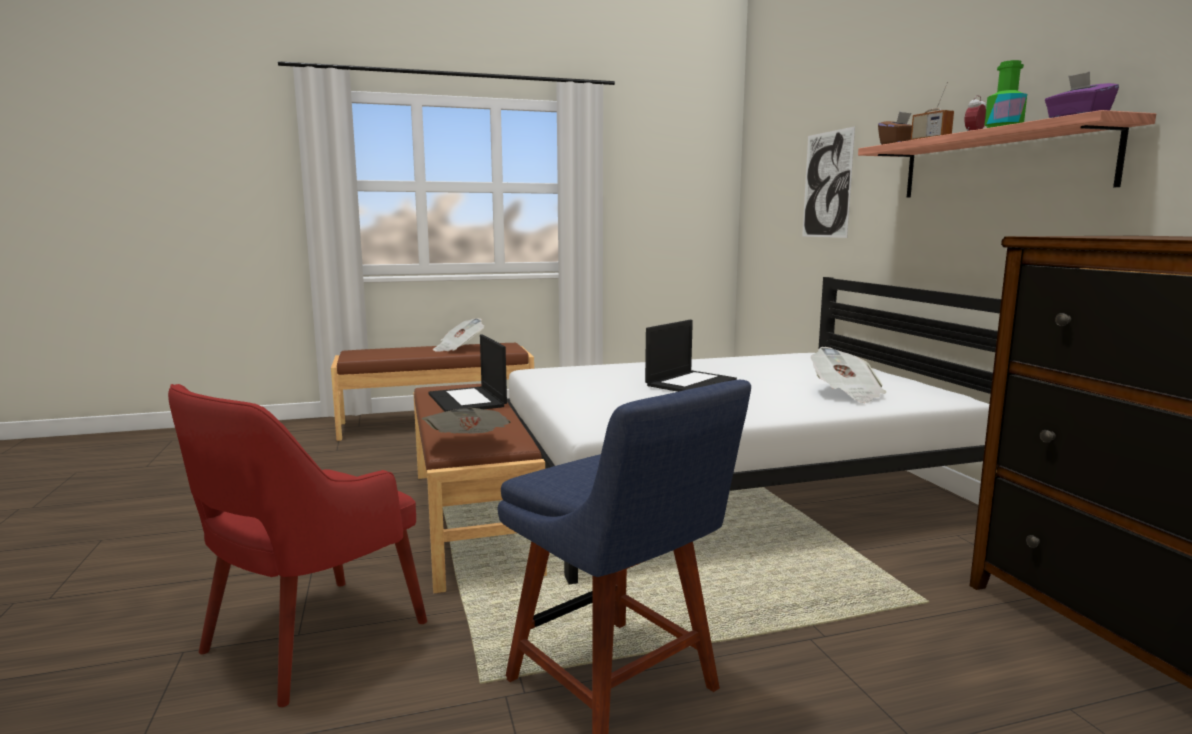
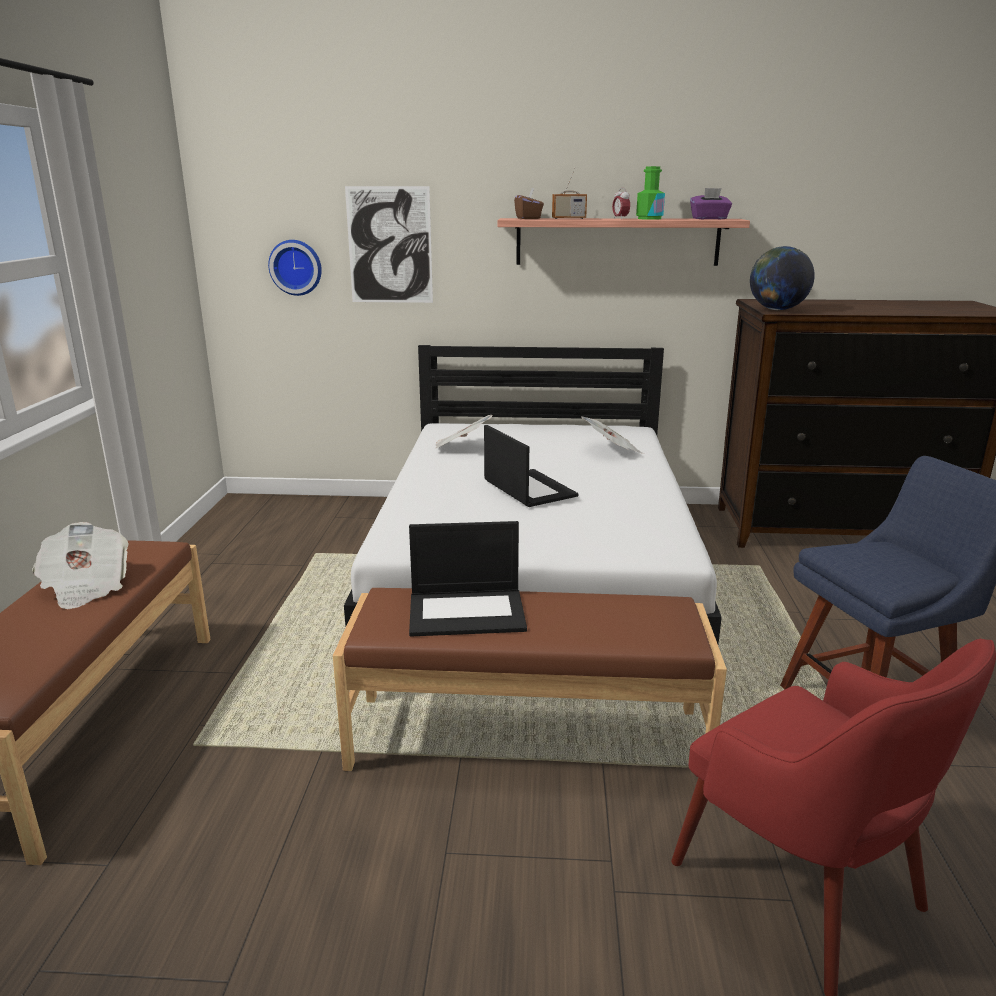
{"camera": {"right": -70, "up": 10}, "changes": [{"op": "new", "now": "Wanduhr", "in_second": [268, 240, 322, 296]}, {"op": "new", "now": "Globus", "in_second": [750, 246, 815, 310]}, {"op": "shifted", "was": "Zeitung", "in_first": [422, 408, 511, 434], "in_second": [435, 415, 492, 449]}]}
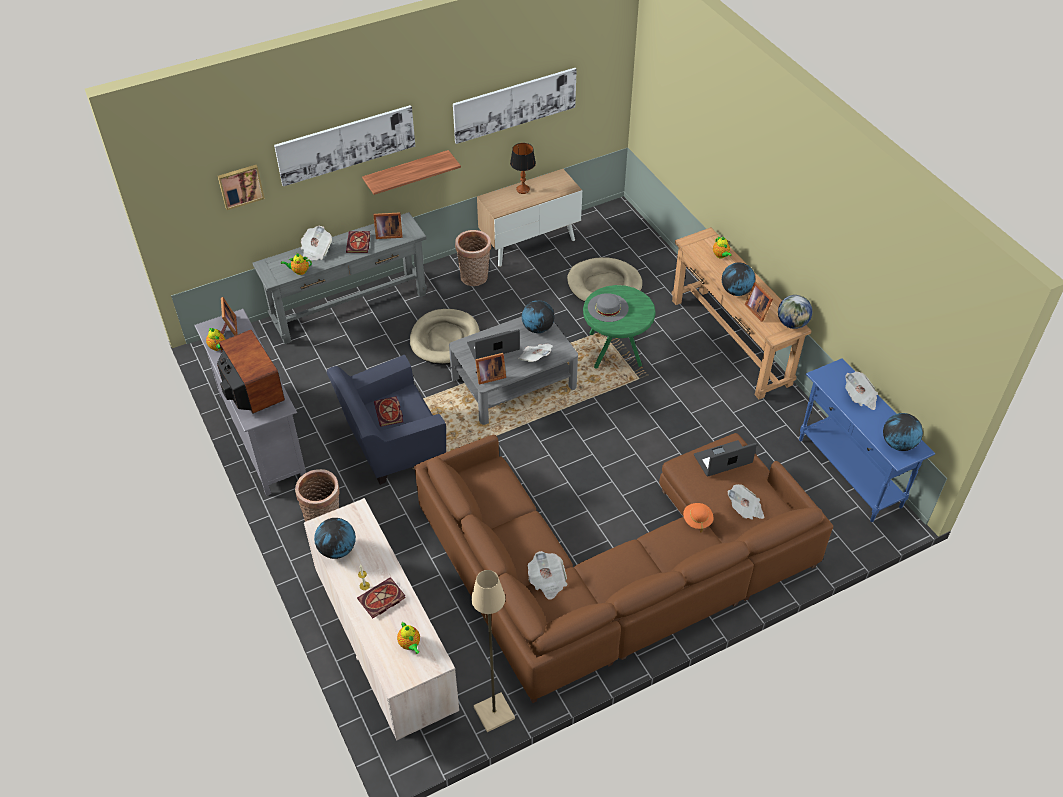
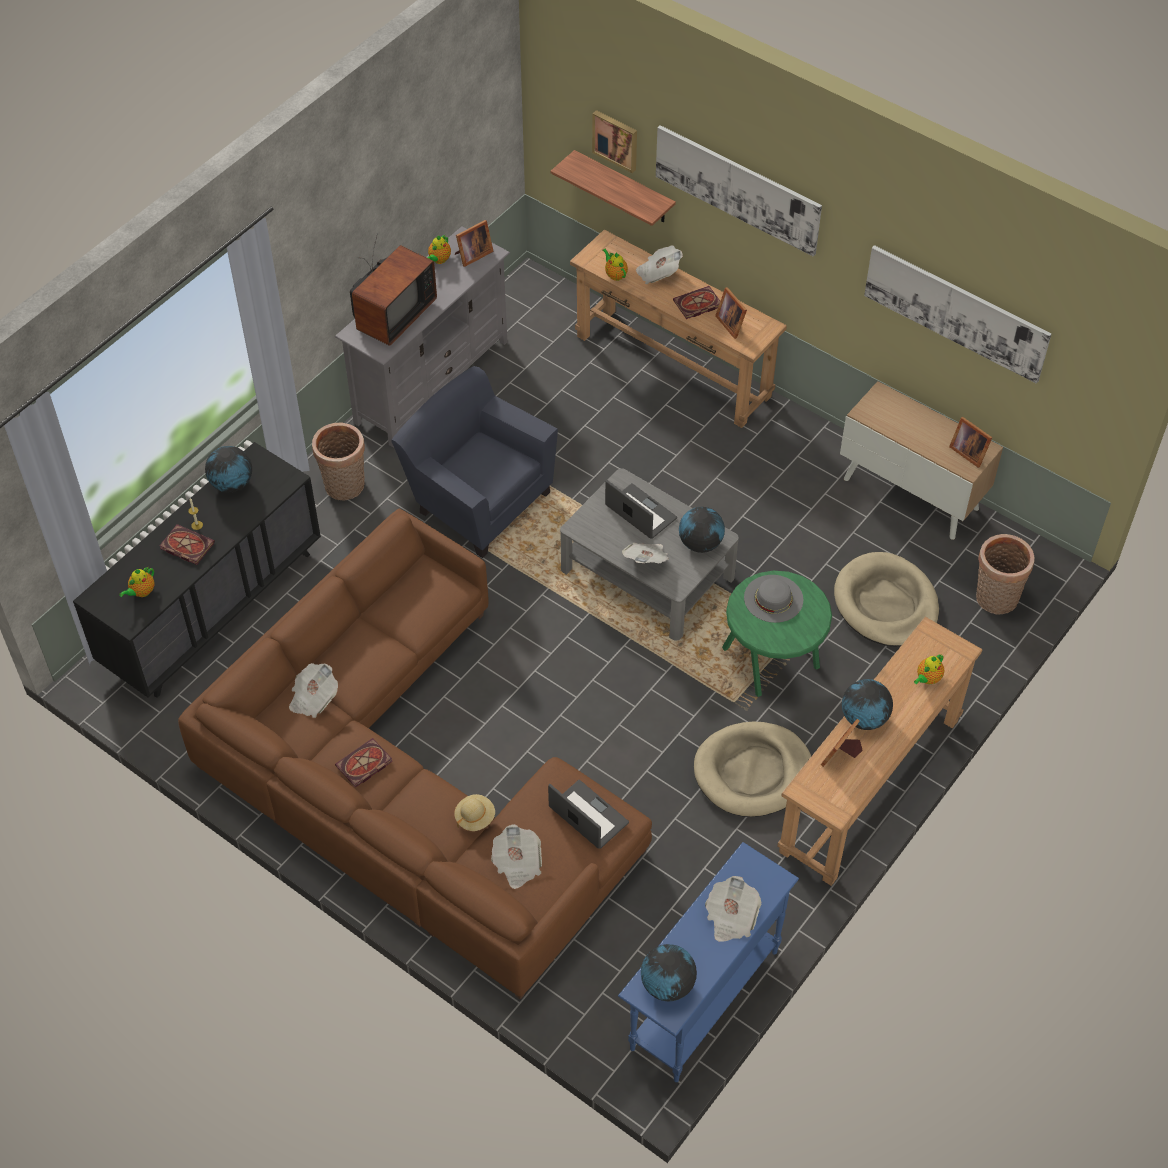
{"camera": {"right": 65, "up": 5}, "changes": [{"op": "gone", "was": "Stehlampe/beige", "in_first": [471, 570, 515, 732]}, {"op": "gone", "was": "Tischlampe", "in_first": [510, 143, 536, 194]}, {"op": "gone", "was": "Globus", "in_first": [778, 295, 812, 329]}, {"op": "shifted", "was": "Wandregal", "in_first": [362, 150, 461, 195], "in_second": [550, 150, 676, 226]}, {"op": "shifted", "was": "Buch", "in_first": [374, 396, 403, 427], "in_second": [335, 738, 393, 787]}, {"op": "shifted", "was": "Hundebett/beige", "in_first": [410, 309, 480, 365], "in_second": [694, 722, 811, 817]}, {"op": "shifted", "was": "Korb", "in_first": [455, 230, 491, 286], "in_second": [976, 534, 1035, 615]}, {"op": "shifted", "was": "Bilderrahmen", "in_first": [475, 353, 506, 385], "in_second": [949, 417, 992, 468]}, {"op": "repainted", "was": "Konsolentisch/grau", "now": "Konsolentisch/braun", "in_first": [253, 212, 427, 344], "in_second": [570, 230, 787, 428]}, {"op": "repainted", "was": "Kommode/beige", "now": "Kommode/schwarz", "in_first": [304, 498, 459, 740], "in_second": [73, 442, 321, 698]}, {"op": "repainted", "was": "Hut/orange", "now": "Hut/beige", "in_first": [683, 503, 714, 533], "in_second": [454, 794, 495, 831]}]}
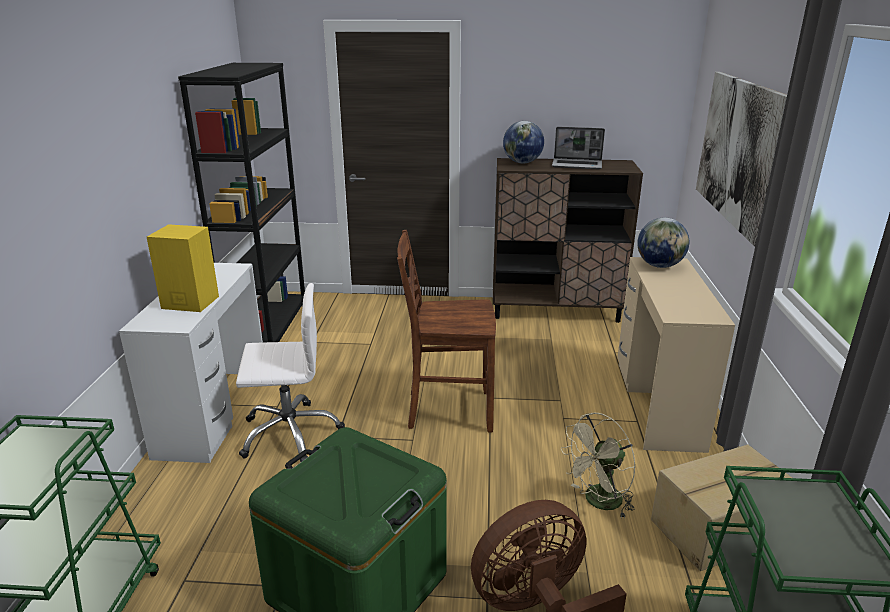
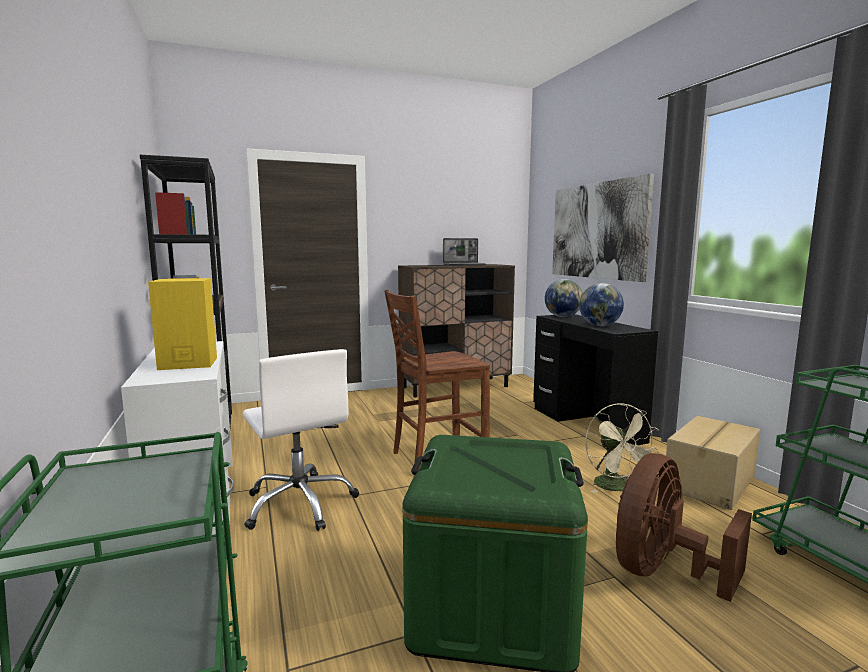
{"camera": {"right": -25, "up": -15}, "changes": [{"op": "shifted", "was": "Globus", "in_first": [503, 121, 544, 164], "in_second": [579, 283, 624, 326]}, {"op": "repainted", "was": "Schreibtisch/beige", "now": "Schreibtisch/schwarz", "in_first": [617, 257, 735, 453], "in_second": [533, 314, 658, 449]}, {"op": "rotated", "was": "Bürostuhl/weiß", "in_first": [236, 283, 345, 462], "in_second": [243, 349, 359, 531], "clockwise": 90}, {"op": "rotated", "was": "Ventilator/beige", "in_first": [561, 413, 636, 519], "in_second": [585, 403, 659, 493], "clockwise": -45}]}
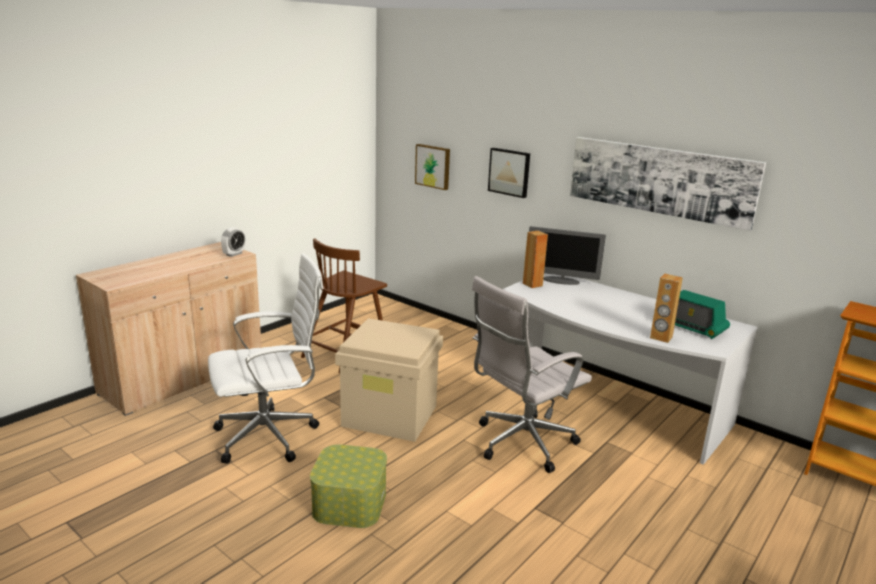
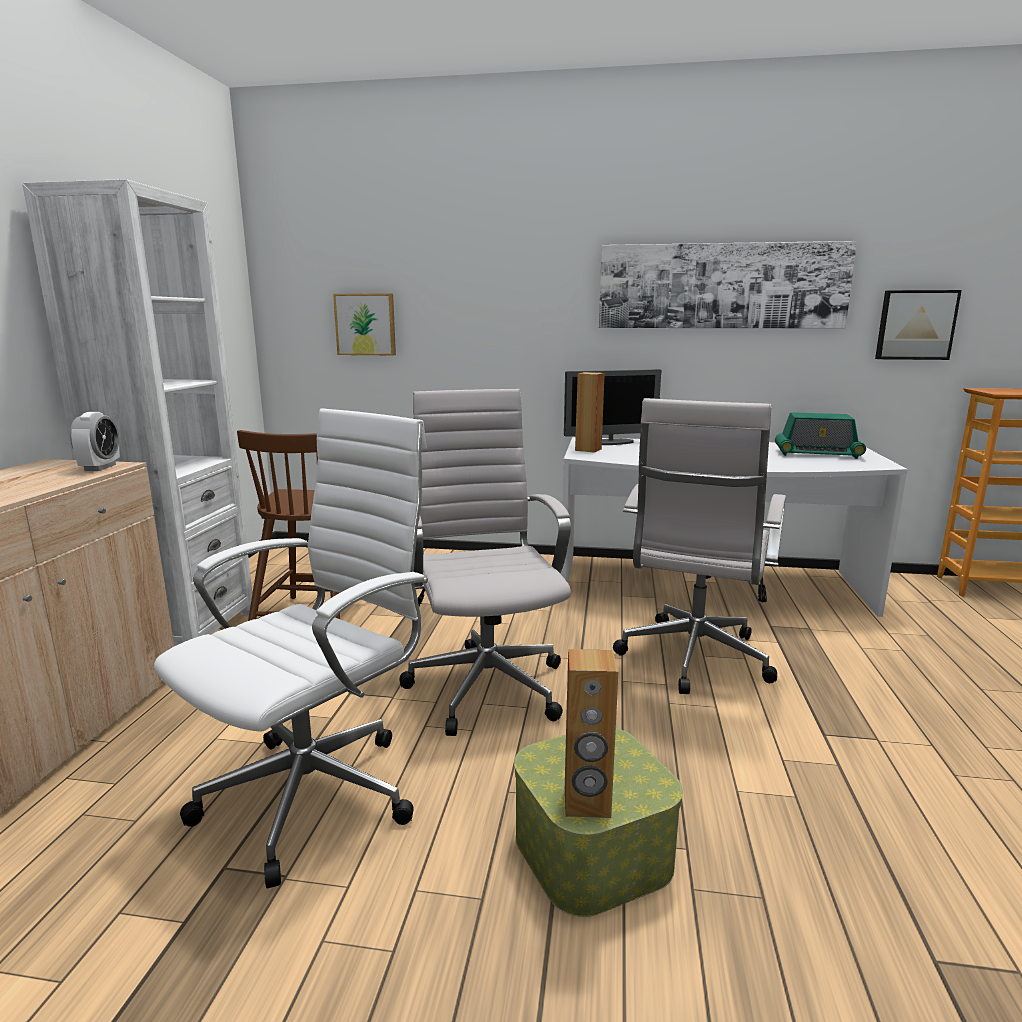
{"camera": {"right": -30, "up": -5}, "changes": [{"op": "new", "now": "Bücherregal/weiß", "in_second": [22, 179, 252, 646]}, {"op": "shifted", "was": "Bild", "in_first": [488, 148, 530, 198], "in_second": [875, 290, 962, 360]}, {"op": "shifted", "was": "Lautsprecher/braun", "in_first": [650, 274, 683, 343], "in_second": [565, 649, 619, 818]}, {"op": "swapped", "was": "Aufbewahrungsbox/beige", "now": "Bürostuhl/weiß", "in_first": [335, 318, 443, 442], "in_second": [399, 389, 571, 736]}]}
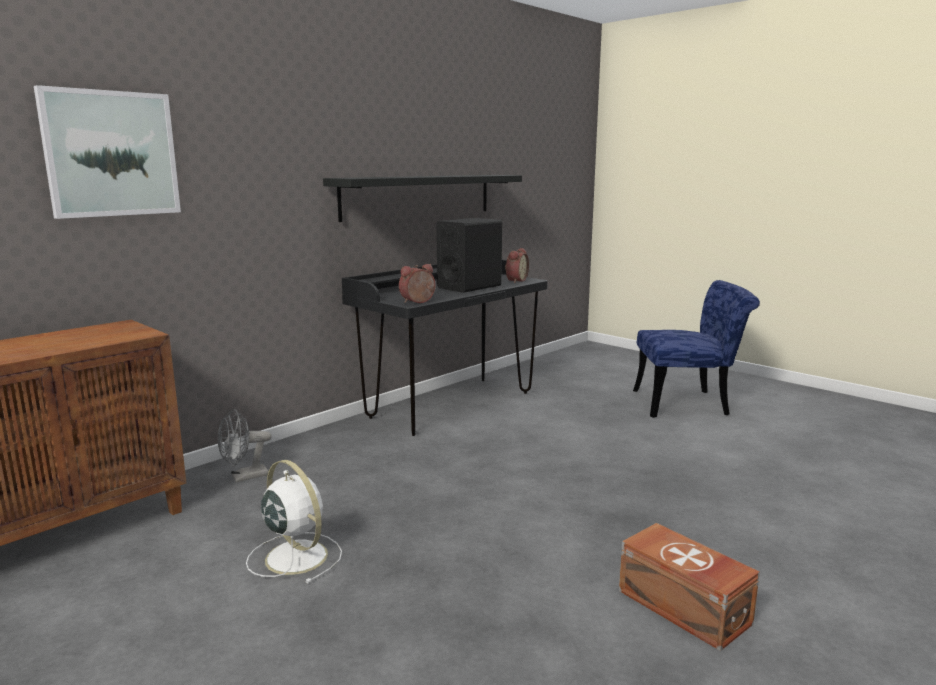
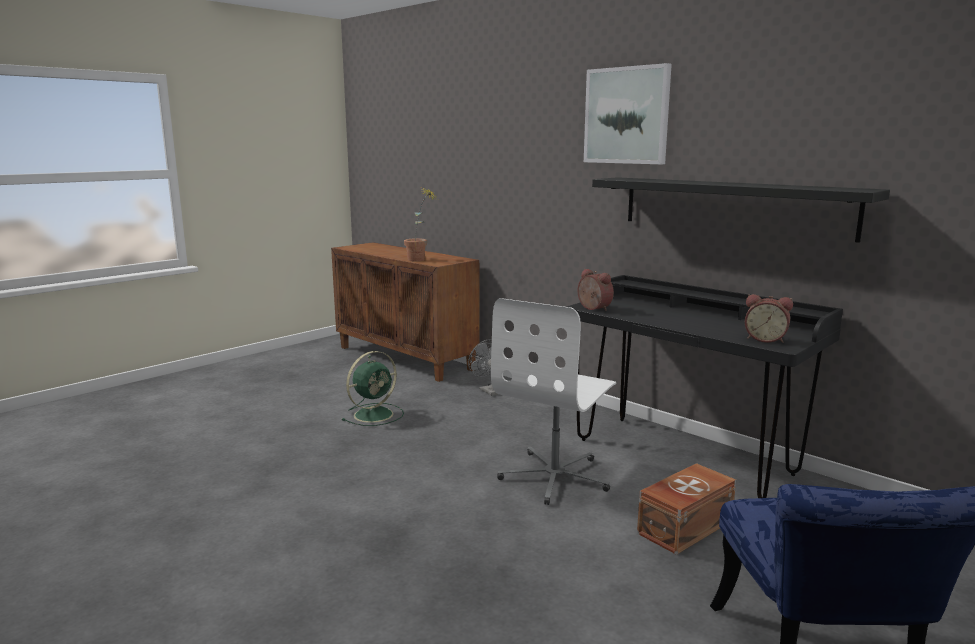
{"camera": {"right": 90, "up": 0}, "changes": [{"op": "gone", "was": "Lautsprecher/schwarz", "in_first": [436, 218, 502, 293]}, {"op": "new", "now": "Topfpflanze", "in_second": [404, 188, 438, 261]}, {"op": "new", "now": "Bürostuhl/weiß", "in_second": [491, 298, 616, 505]}, {"op": "shifted", "was": "Bild", "in_first": [34, 85, 181, 219], "in_second": [584, 63, 672, 164]}, {"op": "shifted", "was": "Aufbewahrungsbox/braun", "in_first": [619, 523, 760, 651], "in_second": [637, 463, 736, 555]}, {"op": "repainted", "was": "Ventilator/weiß", "now": "Ventilator/grün", "in_first": [246, 460, 342, 584], "in_second": [342, 351, 404, 426]}]}
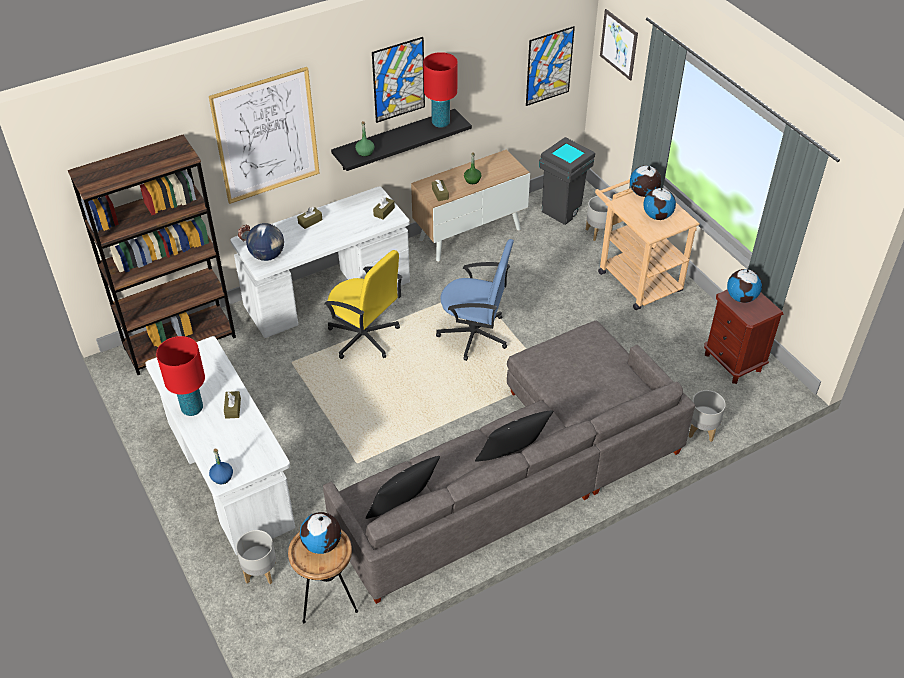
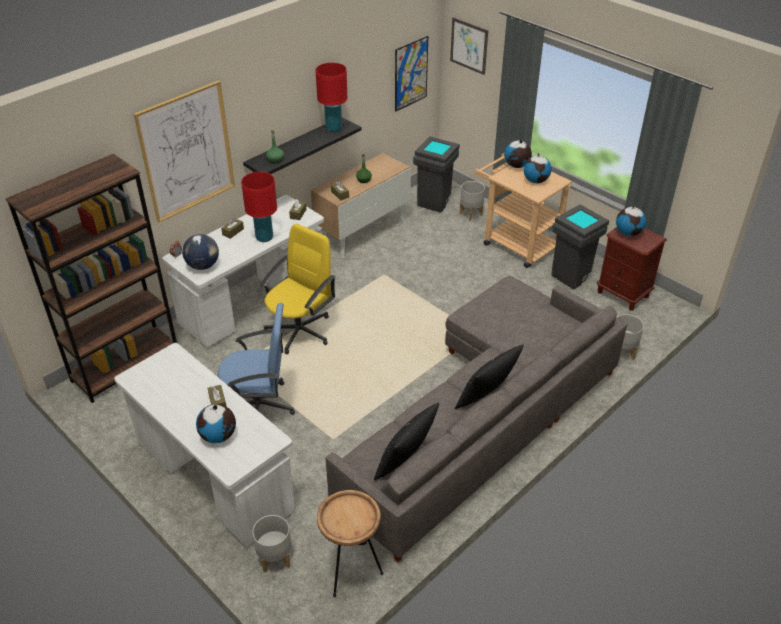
{"camera": {"right": -15, "up": -5}, "changes": [{"op": "gone", "was": "Flasche/blau", "in_first": [209, 449, 233, 484]}, {"op": "gone", "was": "Bild", "in_first": [372, 37, 425, 123]}, {"op": "new", "now": "Mülleimer/grau", "in_second": [551, 204, 609, 289]}, {"op": "shifted", "was": "Tischlampe/rot", "in_first": [156, 336, 205, 416], "in_second": [241, 172, 277, 242]}, {"op": "shifted", "was": "Globus", "in_first": [300, 512, 341, 554], "in_second": [196, 404, 236, 443]}, {"op": "shifted", "was": "Bürostuhl/blau", "in_first": [436, 239, 514, 361], "in_second": [218, 303, 295, 415]}, {"op": "rotated", "was": "Bürostuhl/gelb", "in_first": [324, 250, 403, 359], "in_second": [260, 224, 336, 354], "clockwise": -75}]}
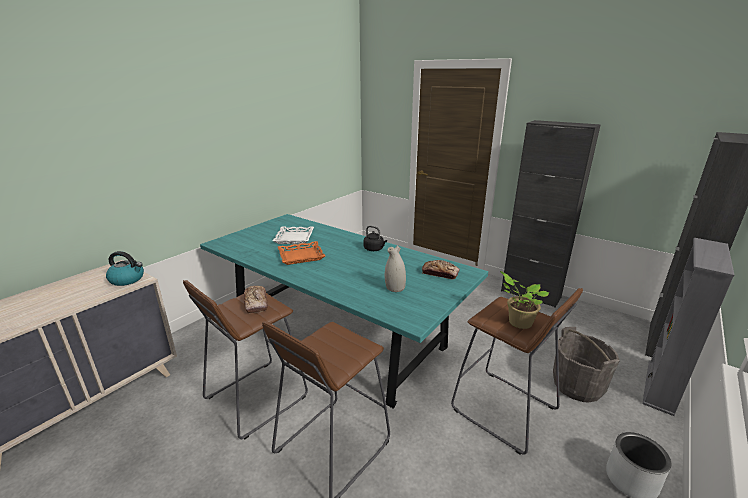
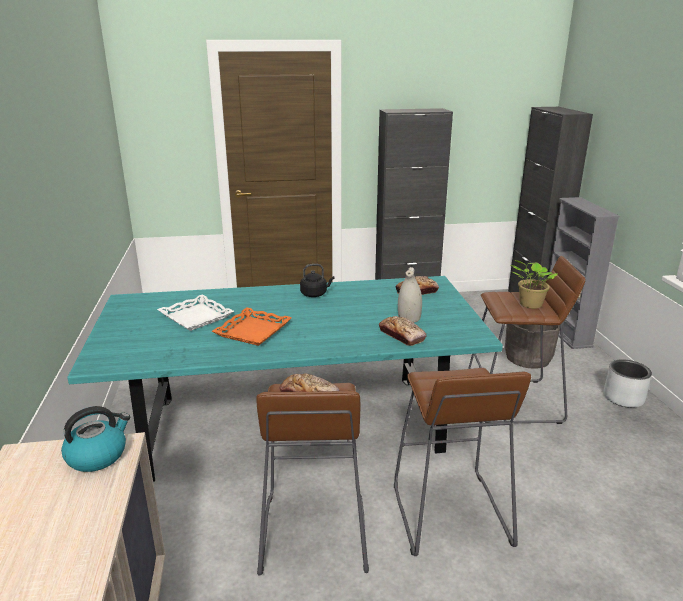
{"camera": {"right": -45, "up": 0}, "changes": [{"op": "new", "now": "Brot", "in_second": [379, 316, 427, 346]}]}
